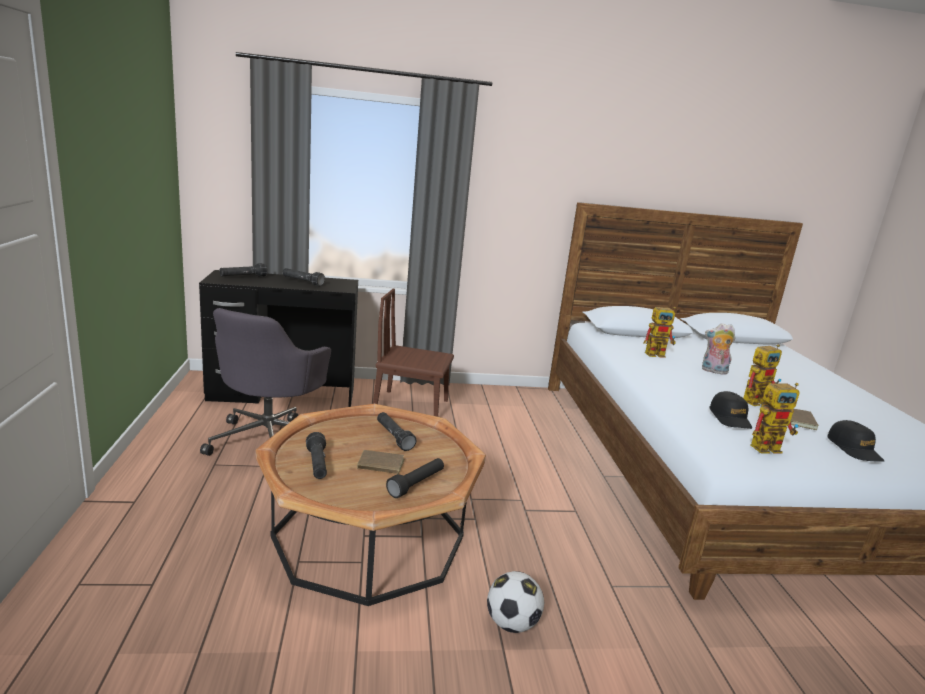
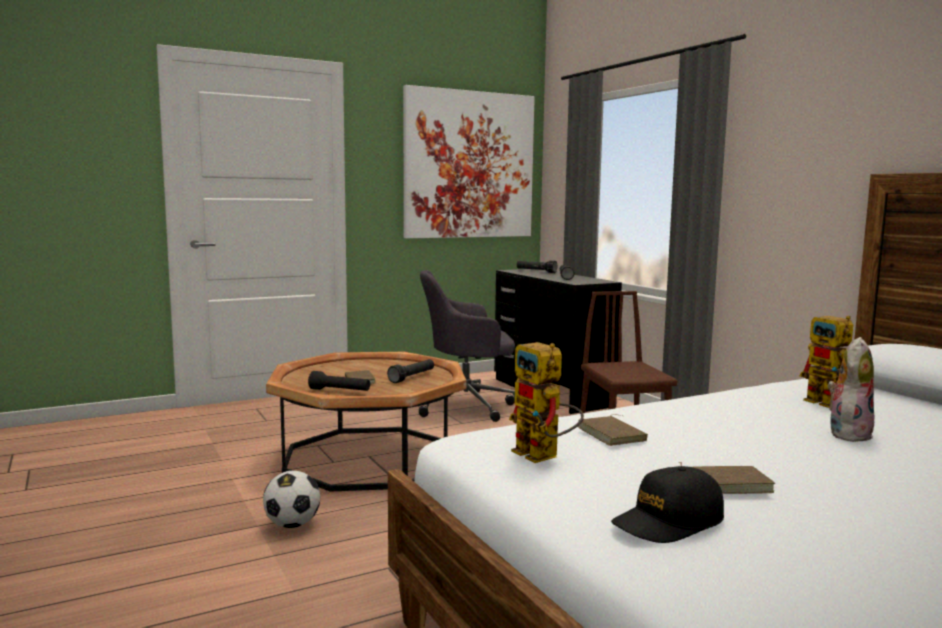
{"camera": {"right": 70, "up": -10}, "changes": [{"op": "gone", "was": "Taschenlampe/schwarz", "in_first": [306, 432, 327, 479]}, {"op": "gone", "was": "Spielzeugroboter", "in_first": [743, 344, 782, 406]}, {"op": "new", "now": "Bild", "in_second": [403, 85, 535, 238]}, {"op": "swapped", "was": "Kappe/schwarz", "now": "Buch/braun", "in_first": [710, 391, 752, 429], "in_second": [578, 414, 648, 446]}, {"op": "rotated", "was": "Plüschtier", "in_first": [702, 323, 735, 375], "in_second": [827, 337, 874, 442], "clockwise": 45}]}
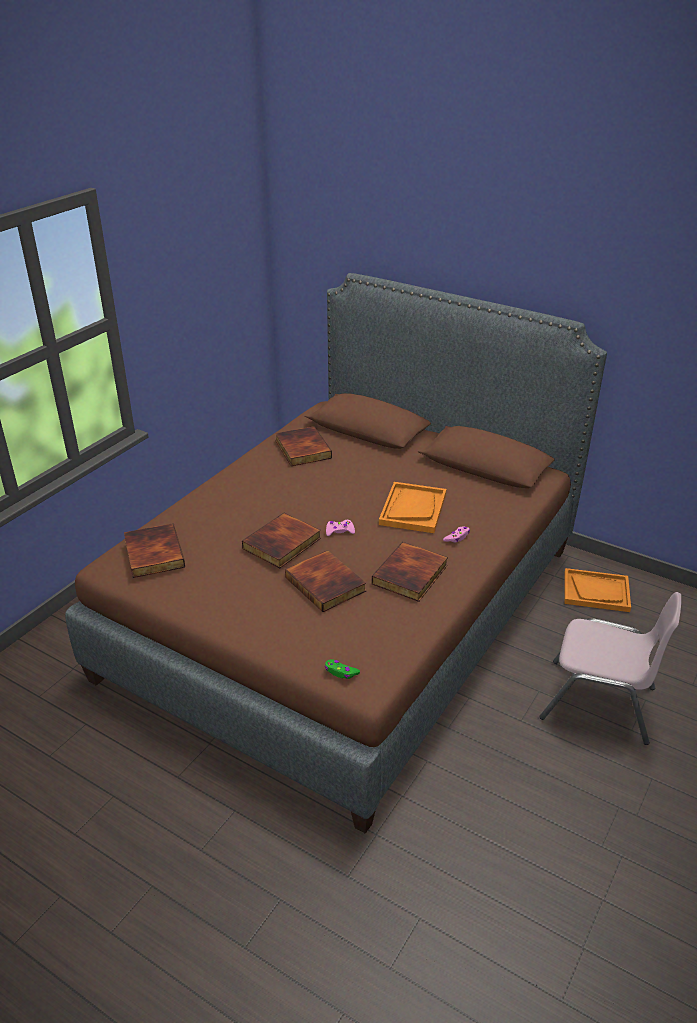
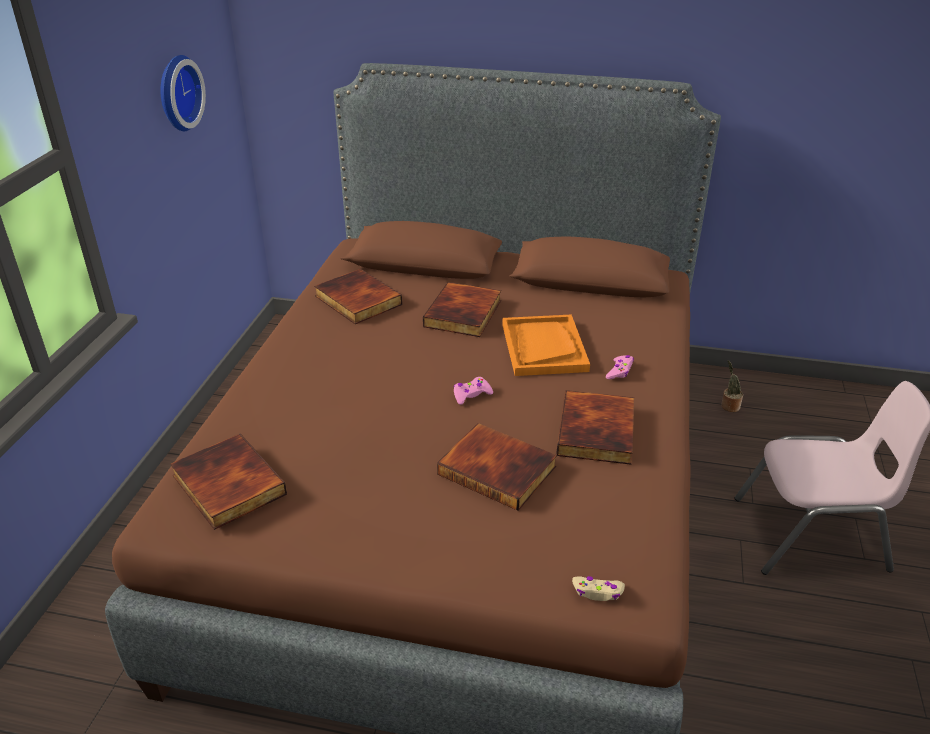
{"camera": {"right": -20, "up": 0}, "changes": [{"op": "new", "now": "Wanduhr", "in_second": [160, 55, 206, 131]}, {"op": "shifted", "was": "Buch", "in_first": [242, 513, 321, 568], "in_second": [423, 282, 501, 337]}, {"op": "swapped", "was": "Tablett/orange", "now": "Topfpflanze", "in_first": [564, 568, 631, 612], "in_second": [721, 360, 743, 412]}, {"op": "repainted", "was": "Gamepad/grün", "now": "Gamepad/beige", "in_first": [324, 659, 360, 679], "in_second": [572, 576, 625, 601]}]}
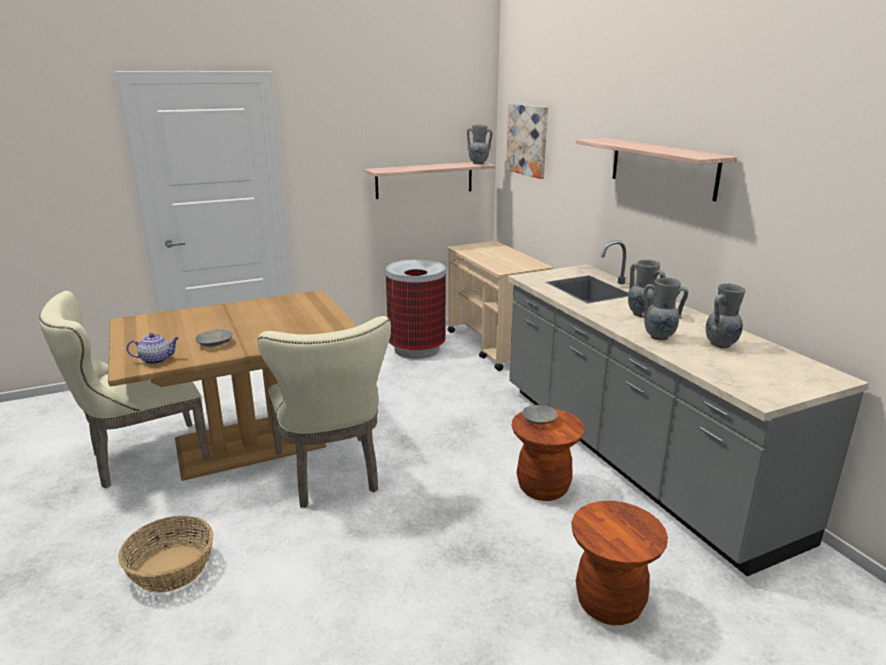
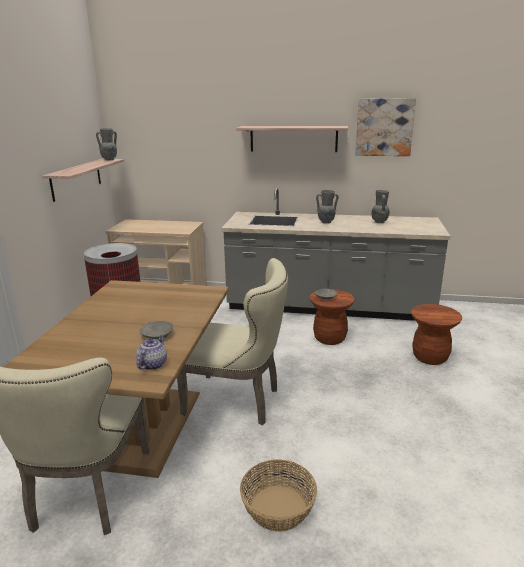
{"camera": {"right": -55, "up": 0}, "changes": [{"op": "gone", "was": "Vase/grau", "in_first": [642, 278, 688, 340]}, {"op": "shifted", "was": "Bild", "in_first": [506, 104, 548, 179], "in_second": [355, 98, 416, 156]}]}
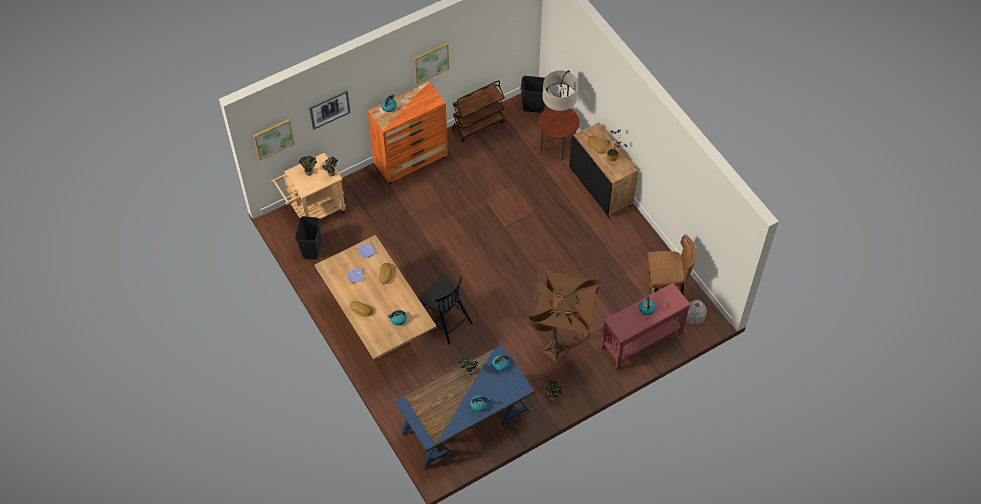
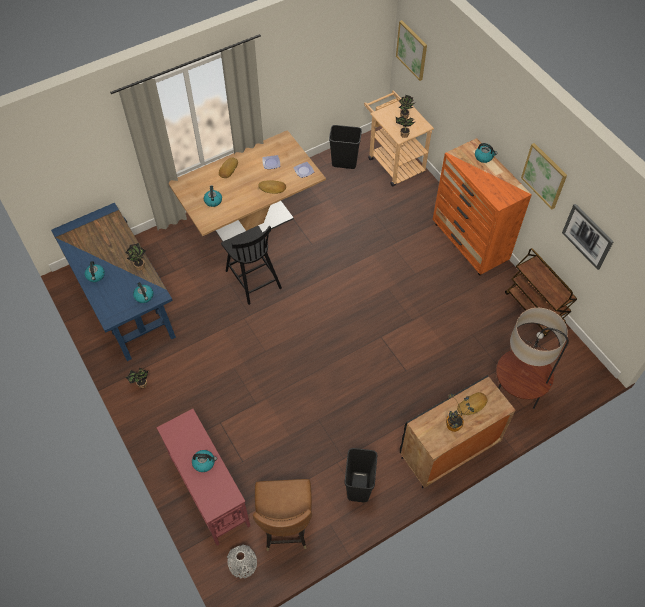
{"camera": {"right": 90, "up": 0}, "changes": [{"op": "gone", "was": "Stehlampe/braun", "in_first": [525, 262, 603, 362]}, {"op": "shifted", "was": "Bild", "in_first": [309, 90, 351, 130], "in_second": [562, 204, 613, 270]}, {"op": "shifted", "was": "Mülleimer/schwarz", "in_first": [521, 76, 548, 113], "in_second": [345, 448, 377, 502]}, {"op": "rotated", "was": "Stuhl/schwarz", "in_first": [418, 275, 473, 344], "in_second": [221, 226, 282, 305], "clockwise": -75}]}
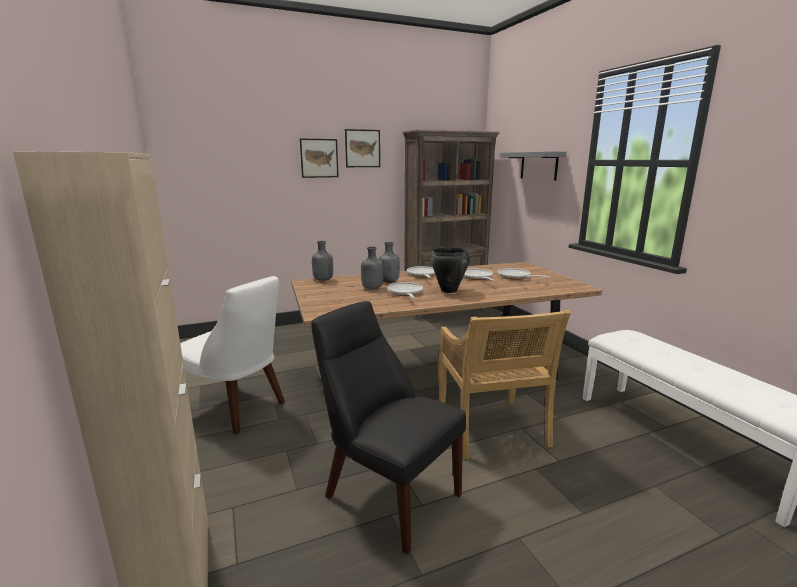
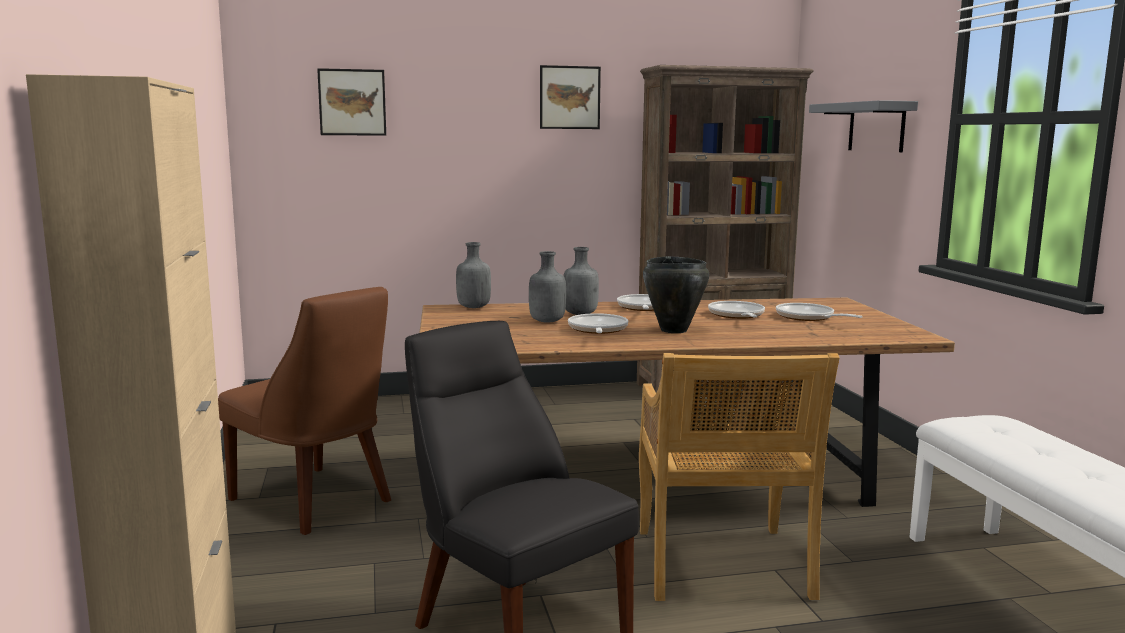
{"camera": {"right": 10, "up": -5}, "changes": [{"op": "shifted", "was": "Bild", "in_first": [300, 139, 339, 178], "in_second": [317, 68, 386, 136]}, {"op": "repainted", "was": "Stuhl/weiß", "now": "Stuhl/braun", "in_first": [180, 276, 285, 434], "in_second": [218, 287, 391, 535]}]}
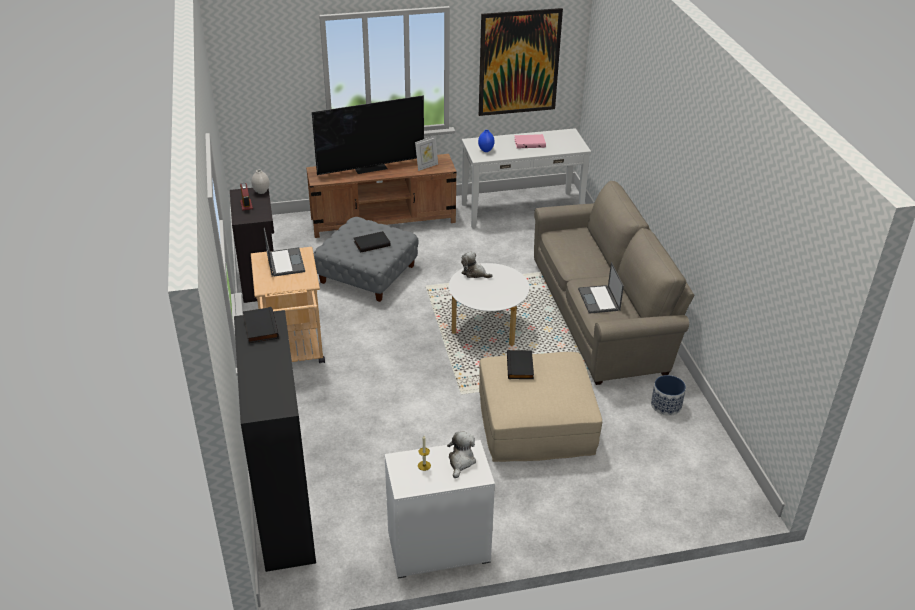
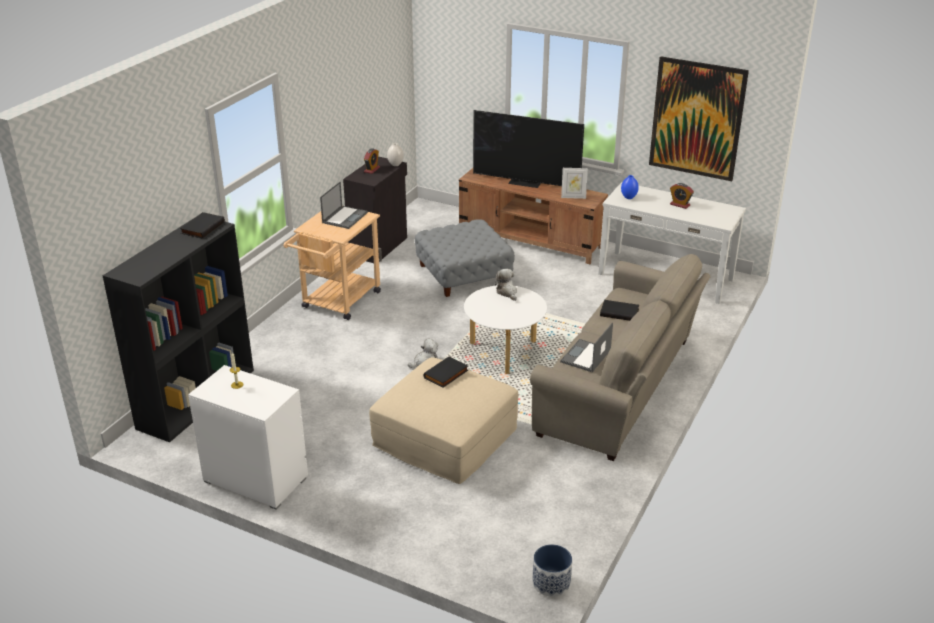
{"camera": {"right": 40, "up": -5}, "changes": [{"op": "shifted", "was": "Buch/schwarz", "in_first": [354, 231, 391, 253], "in_second": [600, 300, 639, 321]}, {"op": "shifted", "was": "Plüschtier", "in_first": [447, 431, 476, 478], "in_second": [408, 338, 438, 368]}, {"op": "shifted", "was": "Pflanzkübel", "in_first": [651, 375, 686, 416], "in_second": [532, 544, 572, 597]}, {"op": "swapped", "was": "Buch/rosa", "now": "Wecker", "in_first": [514, 134, 546, 148], "in_second": [670, 183, 694, 209]}]}
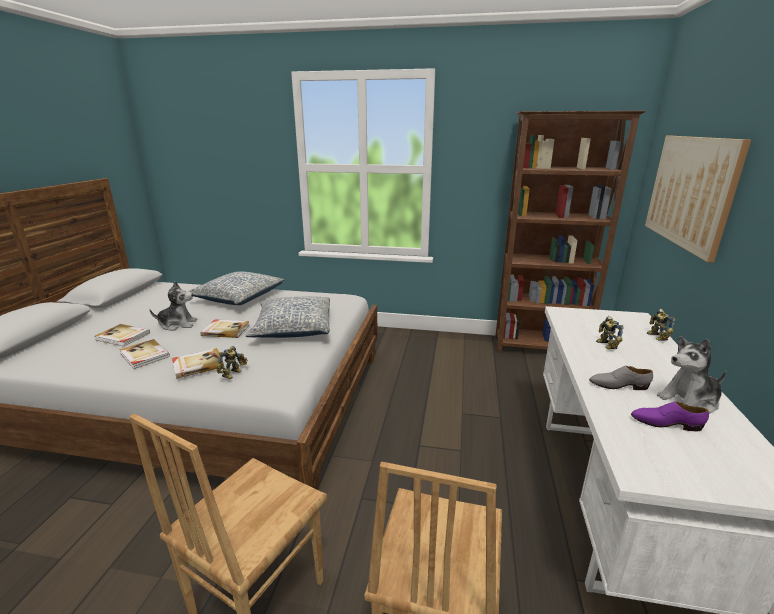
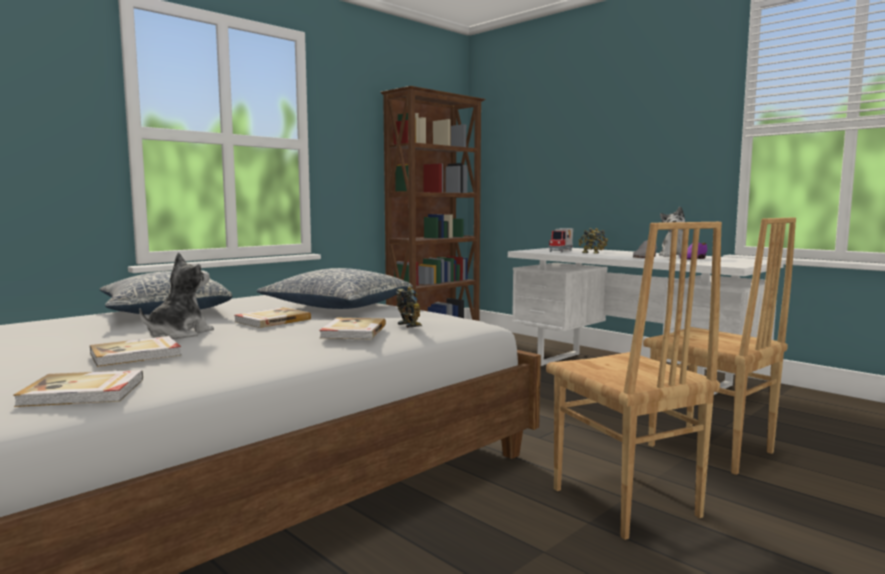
{"camera": {"right": -55, "up": -15}, "changes": [{"op": "gone", "was": "Bild", "in_first": [645, 136, 751, 263]}, {"op": "new", "now": "Spielzeuglaster", "in_second": [549, 228, 573, 252]}, {"op": "shifted", "was": "Buch", "in_first": [119, 339, 170, 369], "in_second": [13, 370, 143, 407]}]}
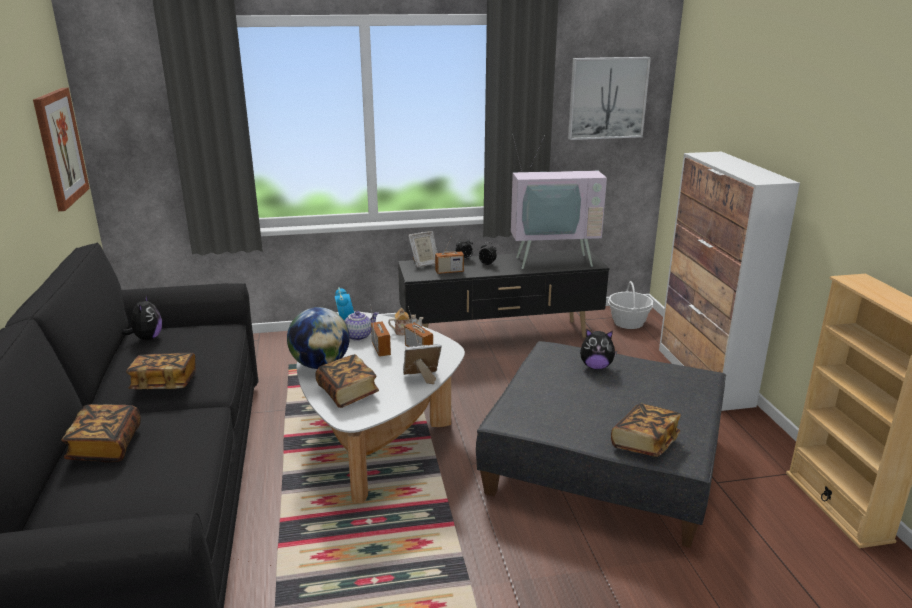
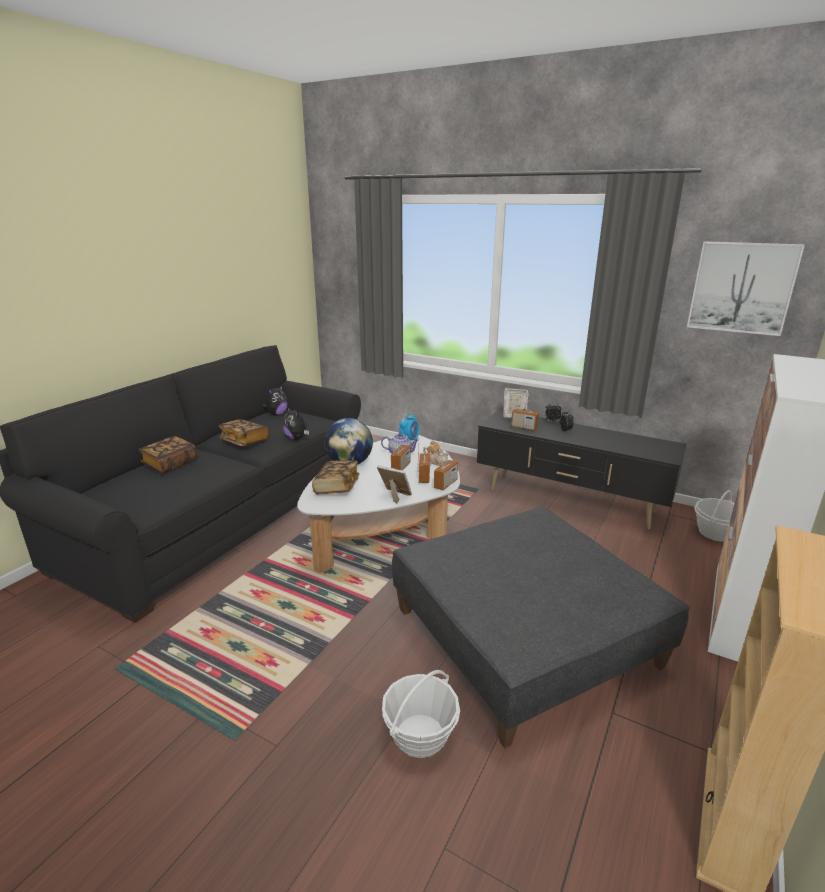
{"camera": {"right": 40, "up": 0}, "changes": [{"op": "gone", "was": "Bild", "in_first": [33, 88, 90, 211]}, {"op": "gone", "was": "Fernseher", "in_first": [511, 134, 607, 269]}, {"op": "gone", "was": "Buch", "in_first": [611, 404, 681, 457]}, {"op": "new", "now": "Korb", "in_second": [382, 670, 460, 758]}, {"op": "new", "now": "Radio", "in_second": [434, 444, 458, 490]}, {"op": "shifted", "was": "Plüschtier", "in_first": [580, 329, 617, 370], "in_second": [283, 407, 309, 440]}]}
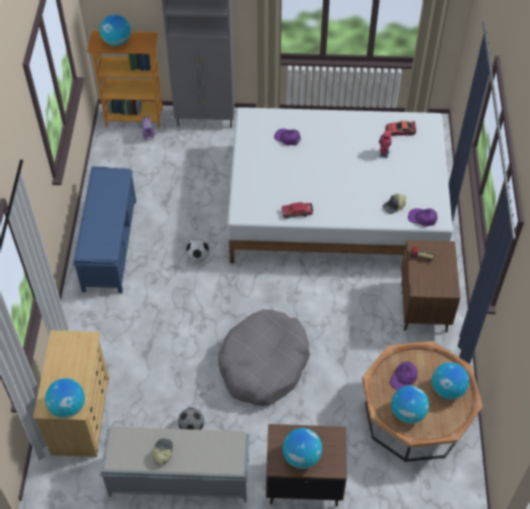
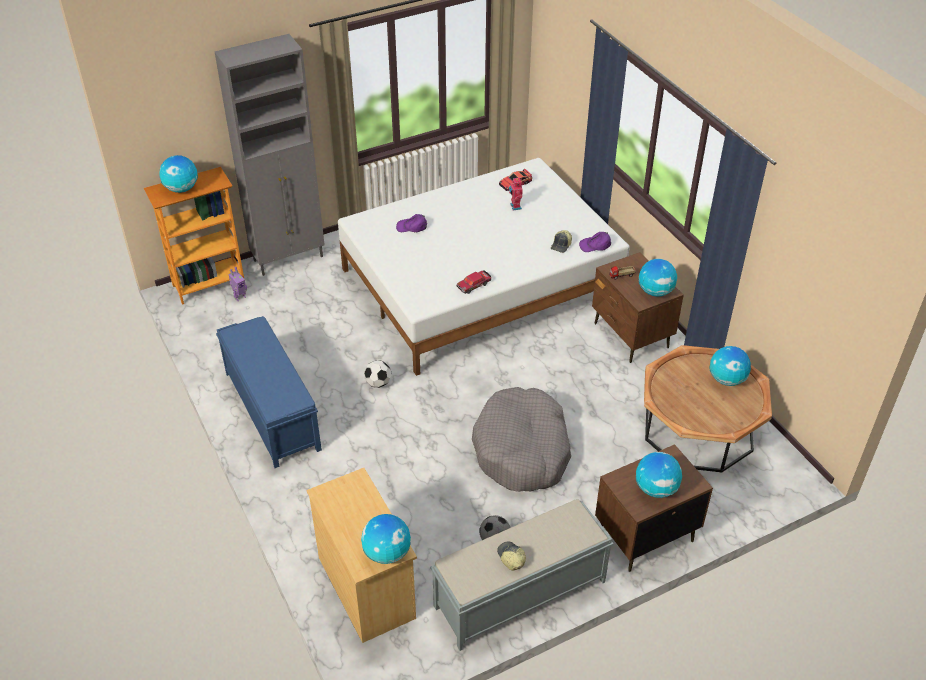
{"camera": {"right": -30, "up": -10}, "changes": [{"op": "gone", "was": "Kappe/lila", "in_first": [390, 361, 417, 390]}, {"op": "shifted", "was": "Globus", "in_first": [391, 386, 429, 424], "in_second": [638, 259, 677, 297]}]}
